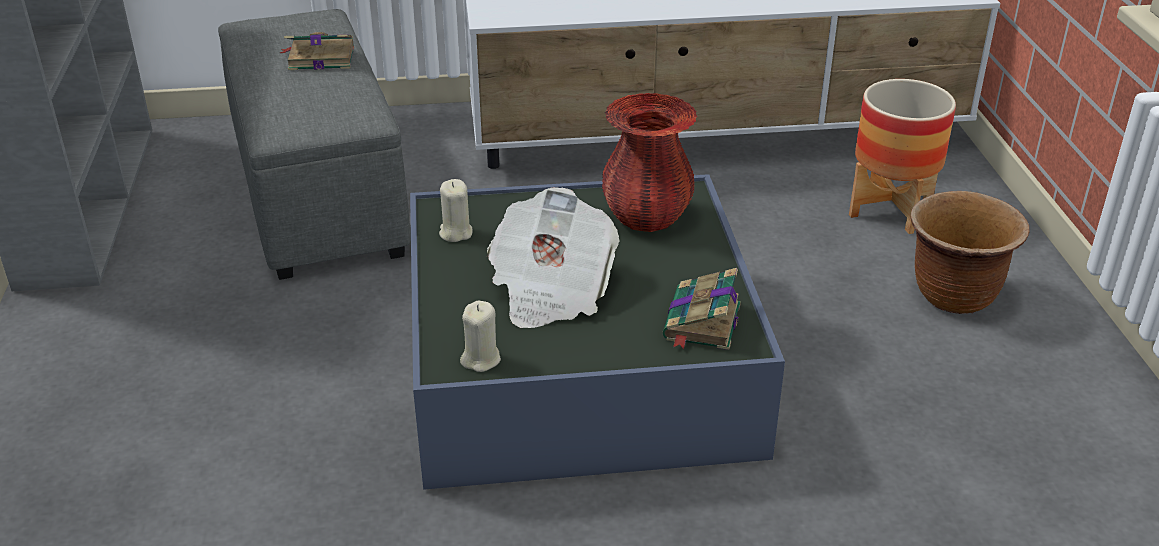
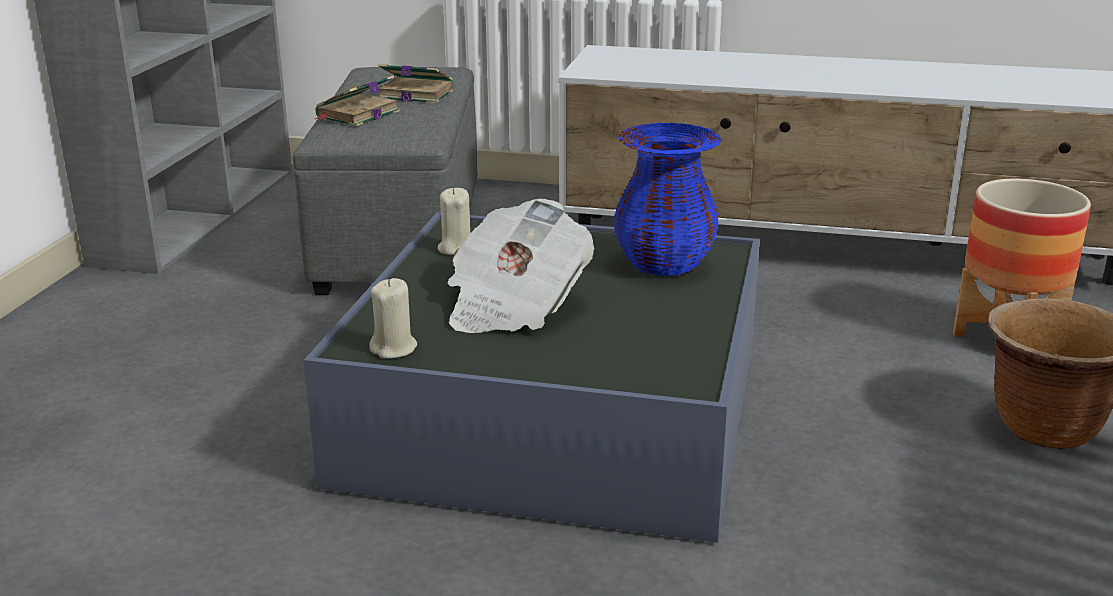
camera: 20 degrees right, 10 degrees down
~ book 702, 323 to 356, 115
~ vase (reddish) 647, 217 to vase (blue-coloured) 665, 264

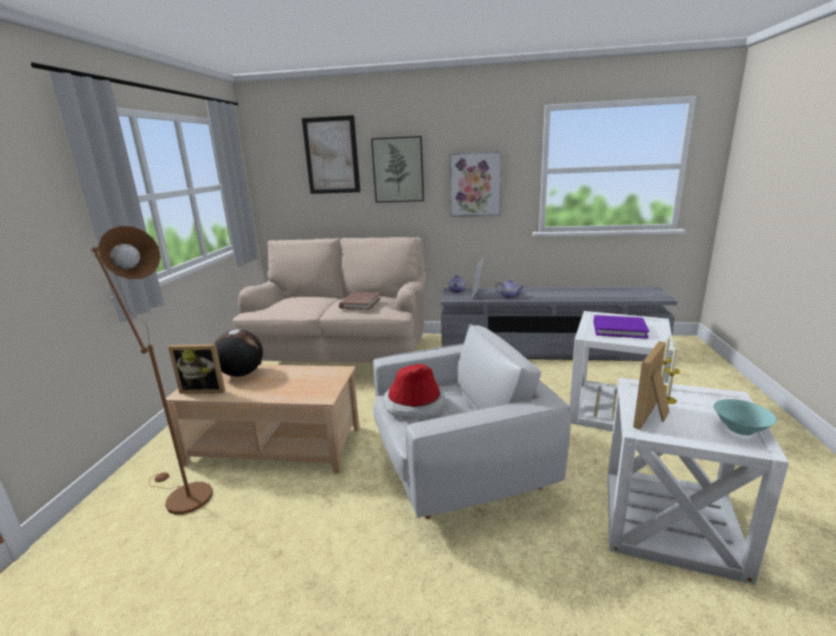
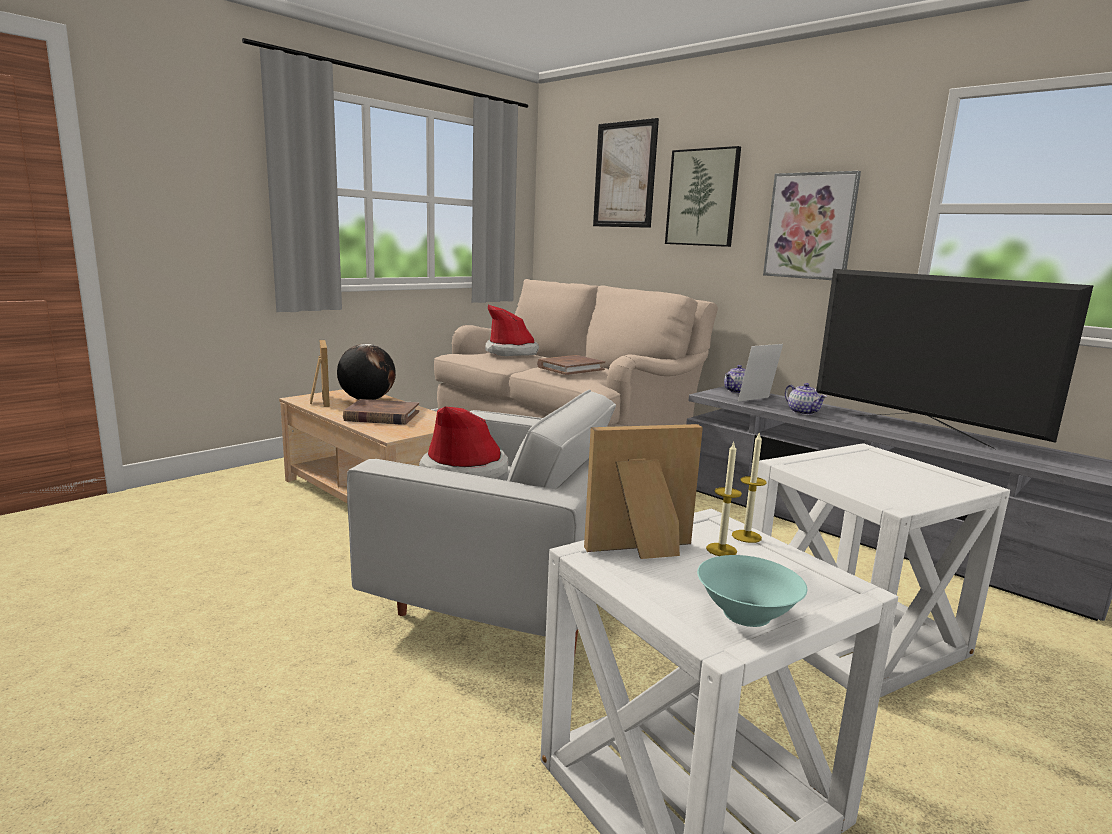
camera: 35 degrees right, 5 degrees down
~ picture frame 205, 389 = 319, 401 150 degrees counterclockwise
+ book (brown-coloured) 382, 416
+ clothing hat 512, 352
+ television 918, 431
- standing lamp (brown-coloured) 183, 496
- book (purplish) 619, 329

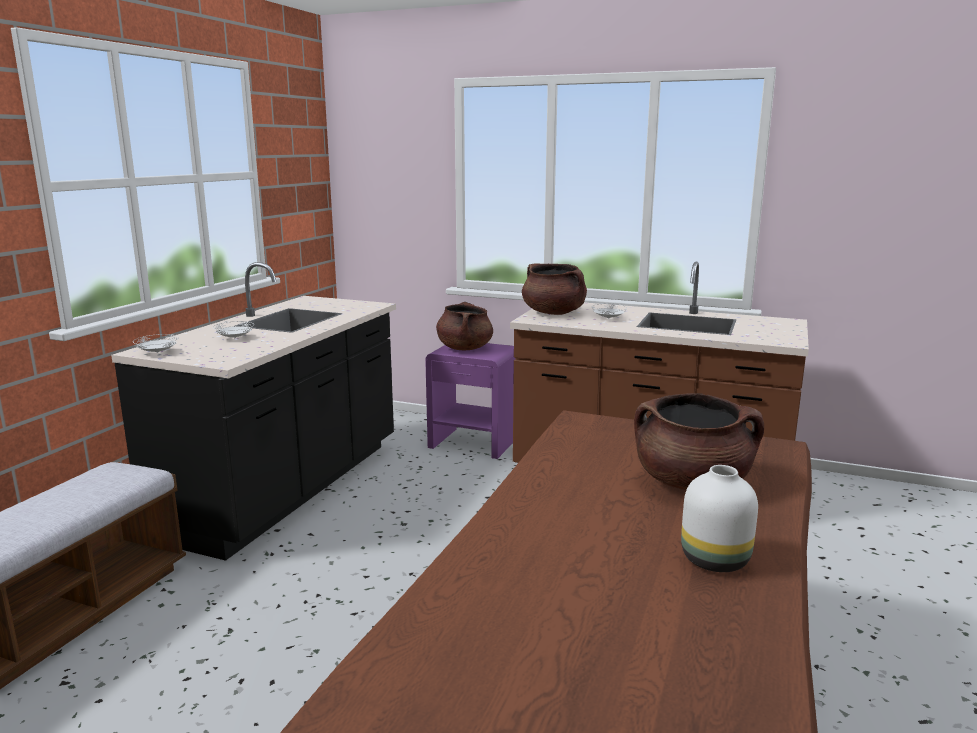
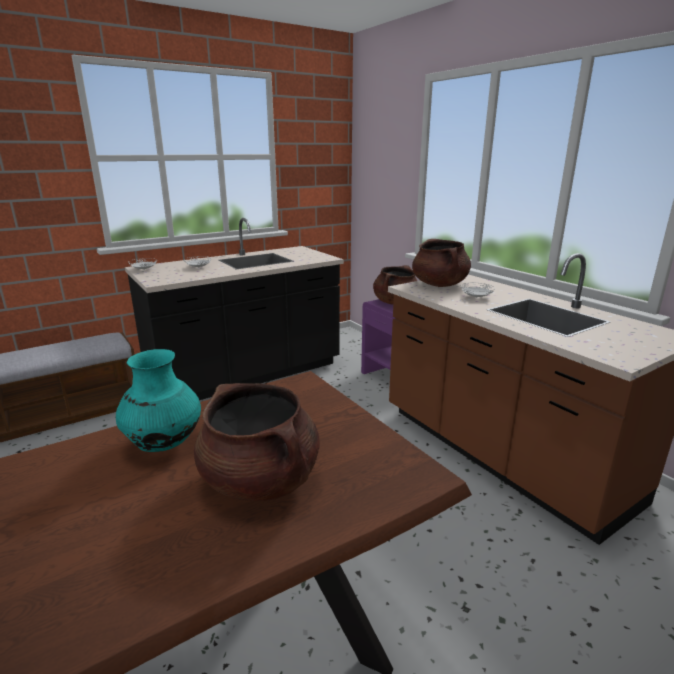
camera: 35 degrees right, 5 degrees up
+ vase (blue-green) 164, 443
- vase (whitish) 713, 560

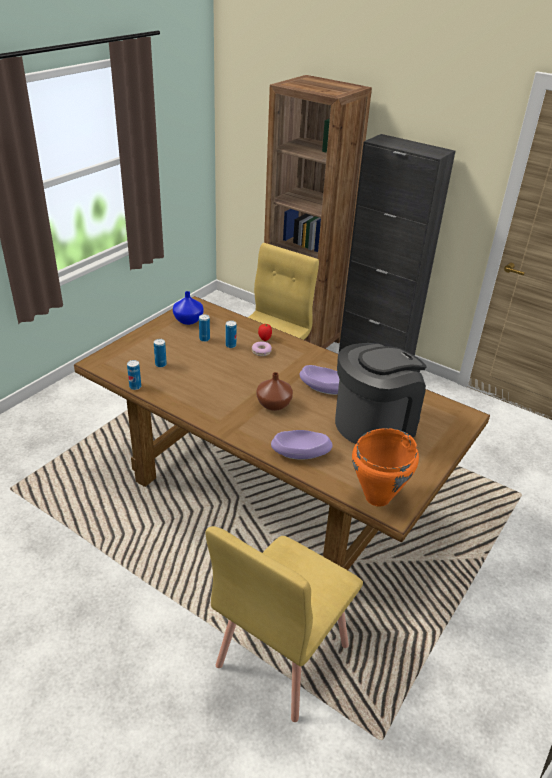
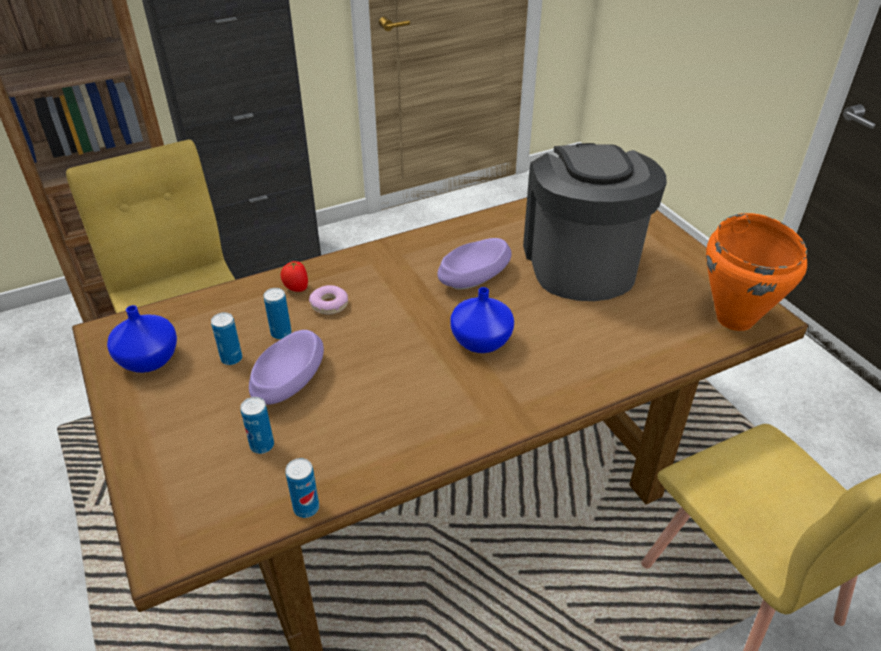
camera: 60 degrees left, 5 degrees up
~ serving bowl (purplish) 300, 453 to 289, 382
~ vase (brown-coloured) 274, 404 to vase (blue-coloured) 481, 340

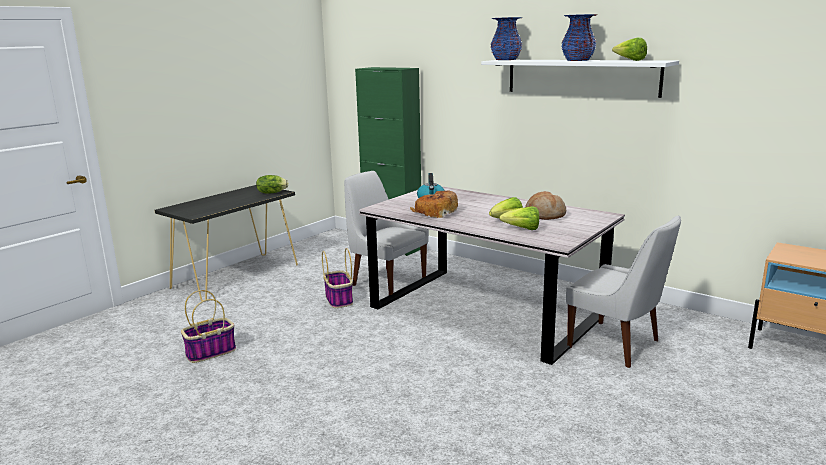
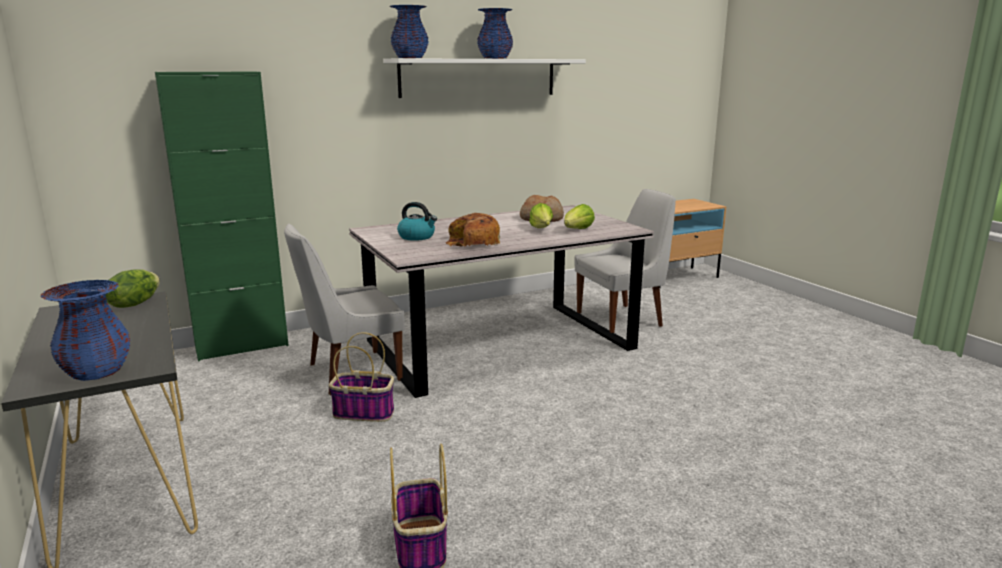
camera: 65 degrees left, 0 degrees up
+ vase (blue-coloured) 97, 372
- head of lettuce 629, 60

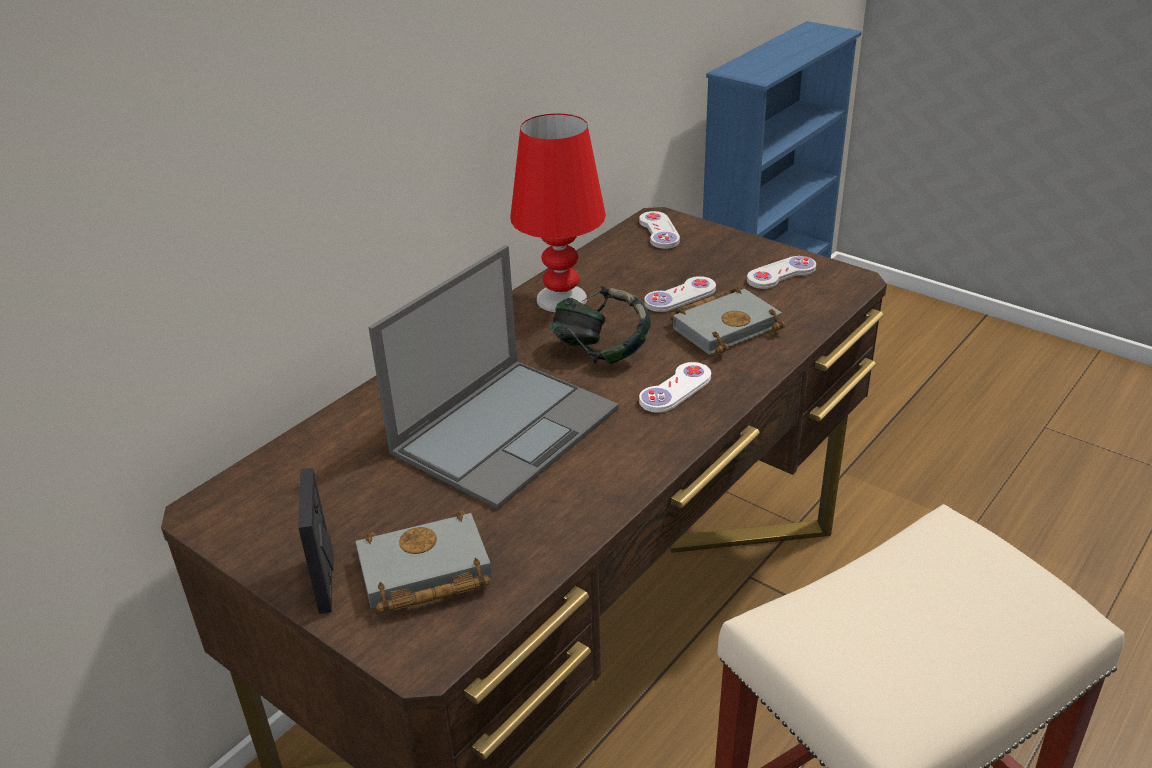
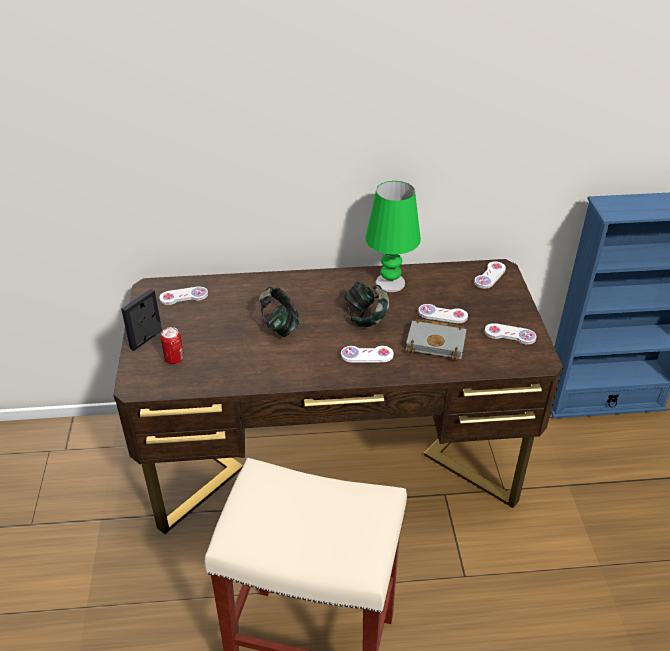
camera: 45 degrees right, 5 degrees up
+ joypad (whitish) 184, 297
~ book (gray) 422, 574 to metal can 174, 359
~ portable computer 507, 429 to headset 280, 326
~ lamp for a table (reddish) 562, 299 to lamp for a table (green) 390, 283

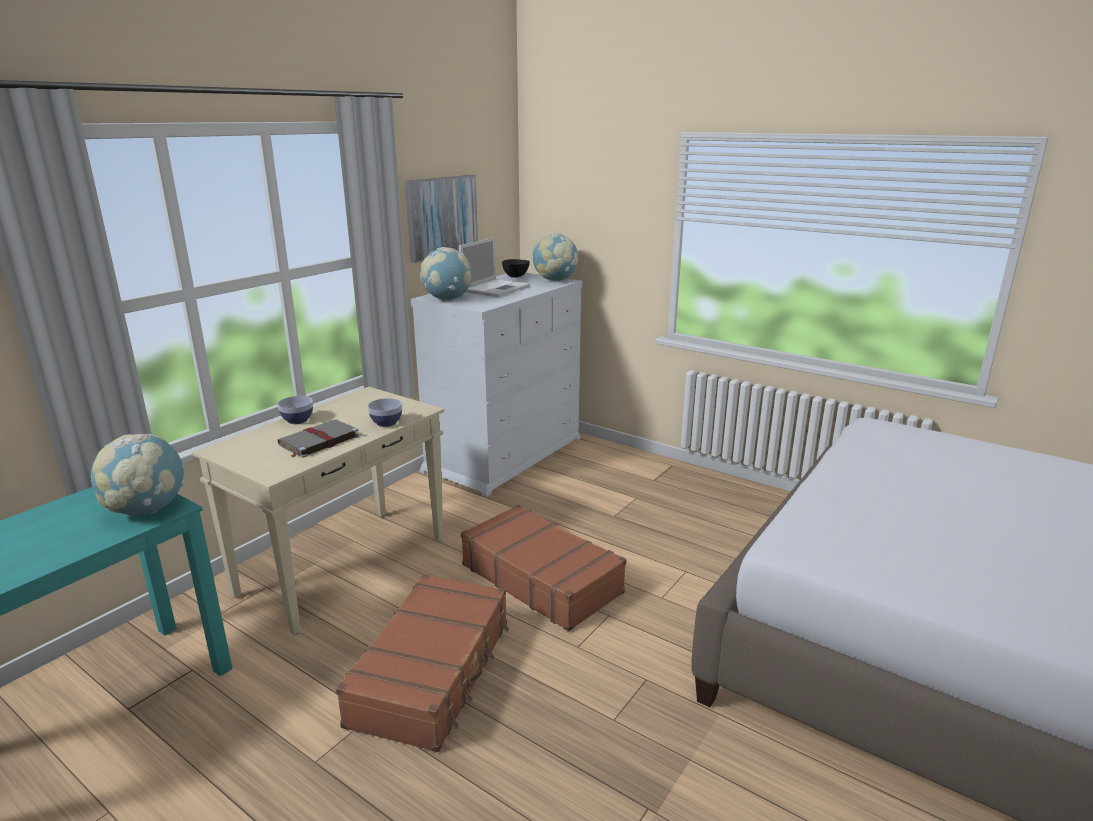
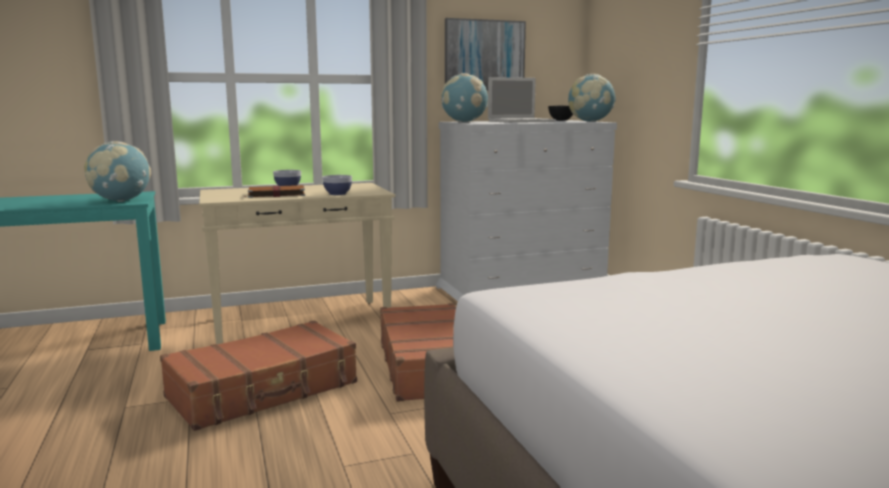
camera: 35 degrees right, 10 degrees down
~ book (gray) 318, 441 to book (brown-coloured) 275, 194

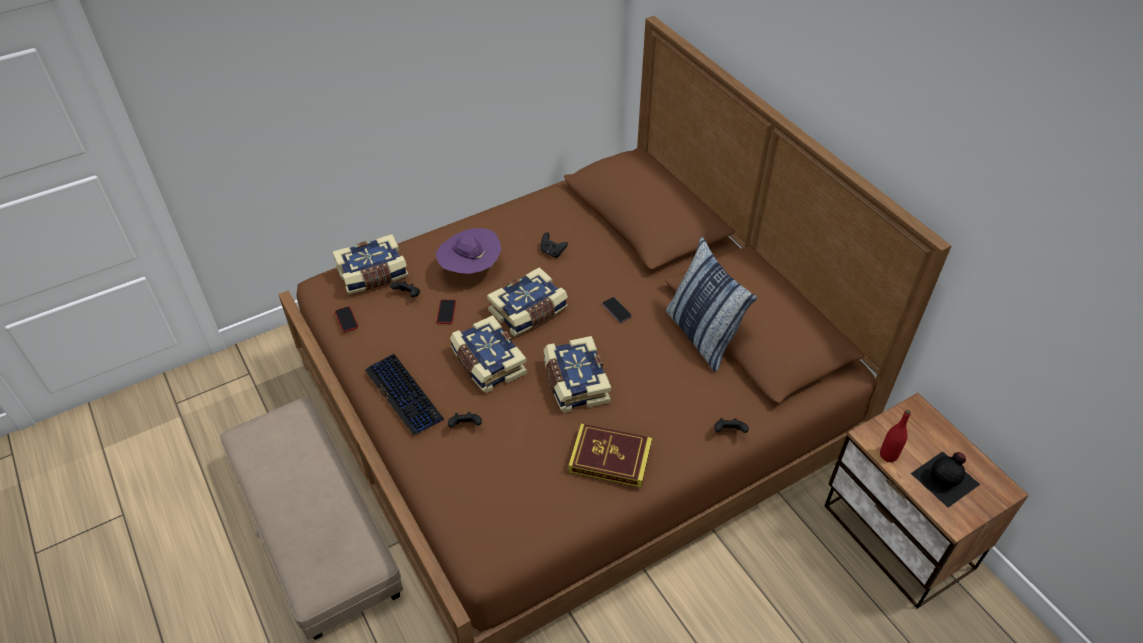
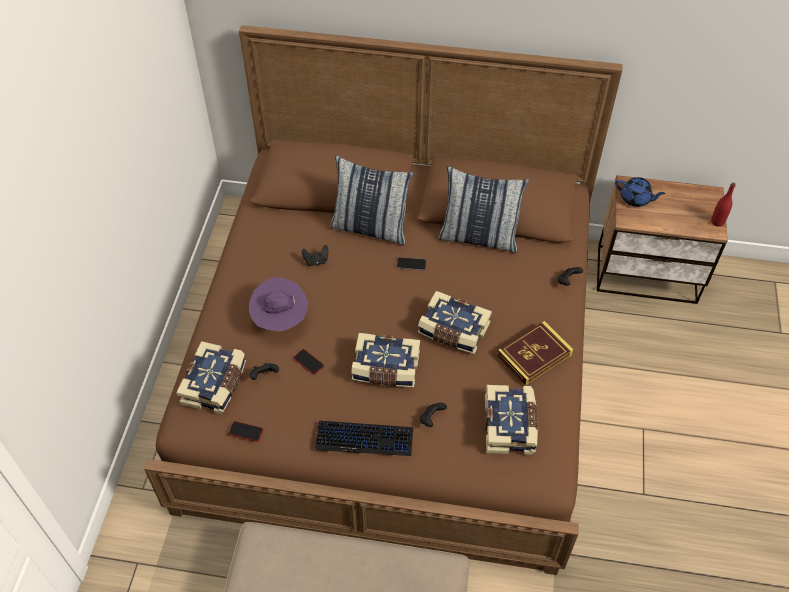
camera: 50 degrees left, 5 degrees up
+ pillow 370, 228
~ book 529, 312 to 510, 426
+ teapot (blue-coloured) 635, 199
~ drink bottle (reddish) 888, 455 to 717, 222
- drink bottle (black) 946, 479

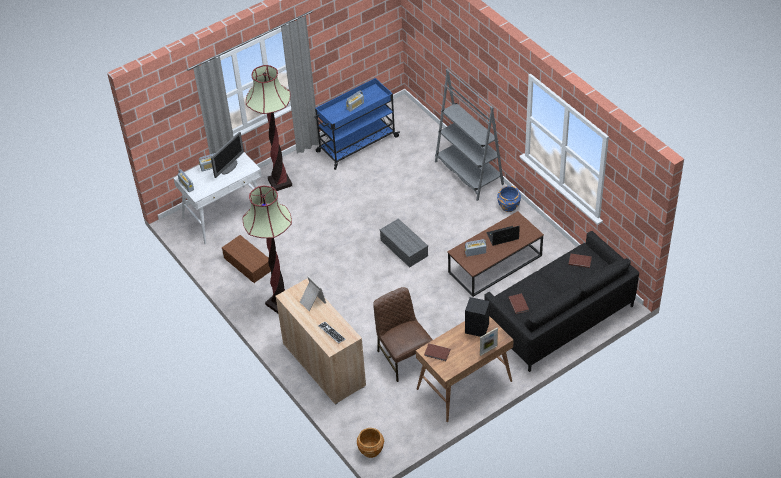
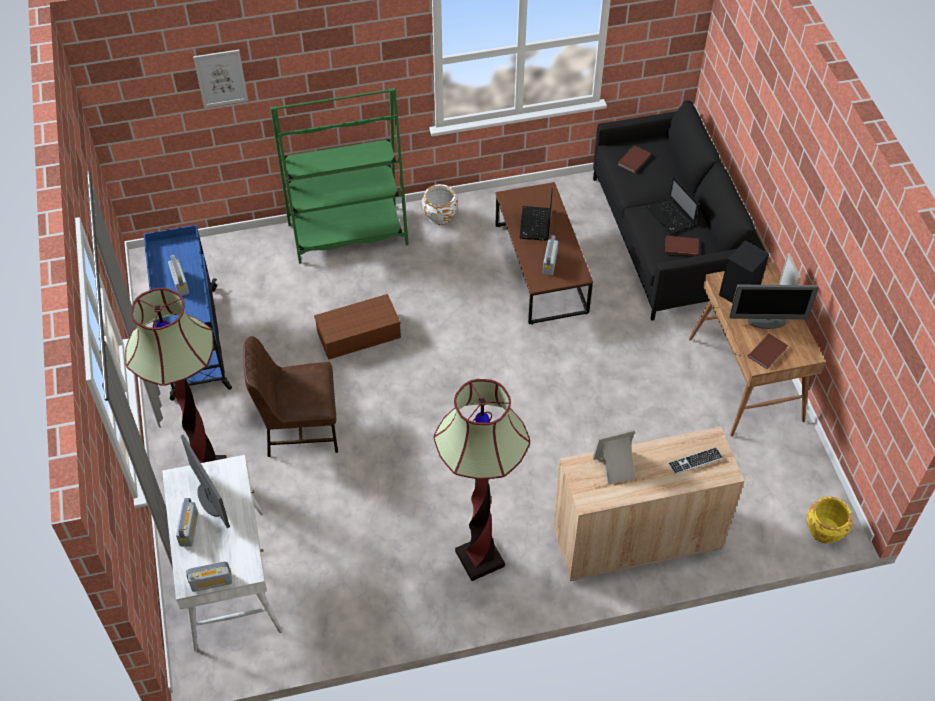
camera: 70 degrees left, 5 degrees up
+ wall art 221, 78
~ plain chair (brown-coloured) 403, 357 to 299, 429
~ bookcase (gray) 469, 173 to bookcase (green) 348, 234
~ storage bin (brown-coloured) 247, 264 to 358, 335
~ plant pot (blue-coloured) 508, 206 to plant pot (whitish) 439, 216
+ portable computer 671, 217
+ computer screen 767, 321
~ plant pot (brown-coloured) 371, 450 to plant pot (yellow) 824, 530
- storage bin (gray) 405, 248

